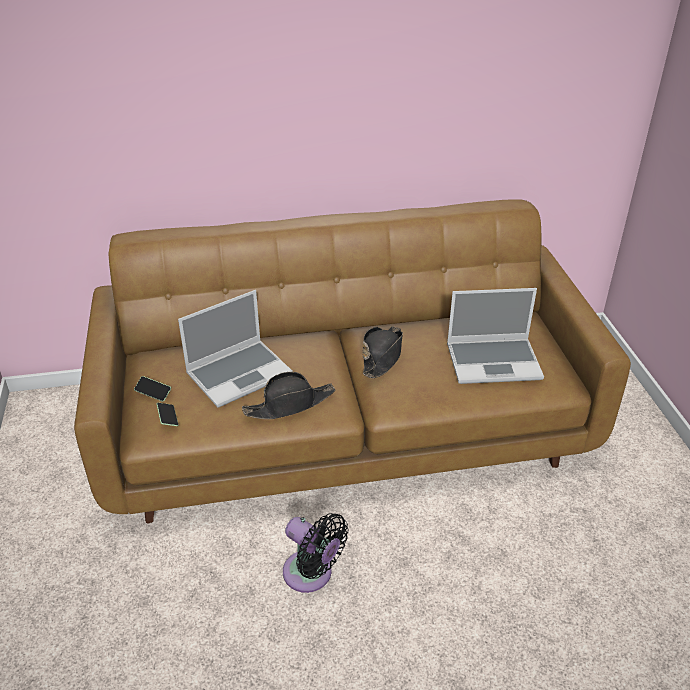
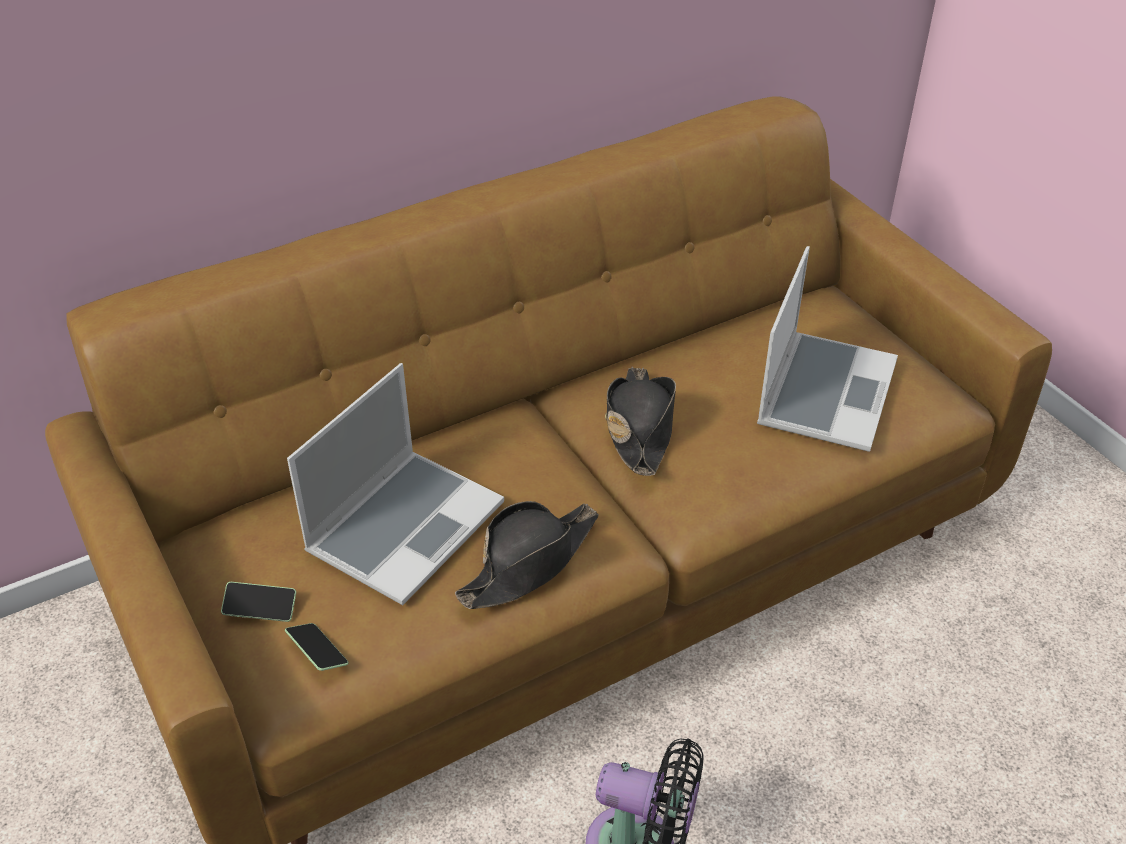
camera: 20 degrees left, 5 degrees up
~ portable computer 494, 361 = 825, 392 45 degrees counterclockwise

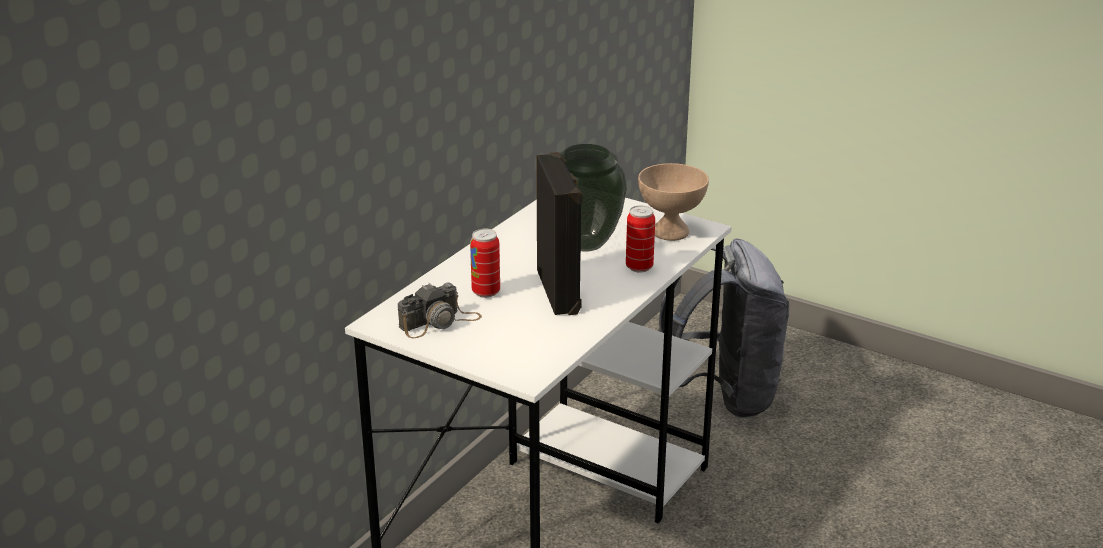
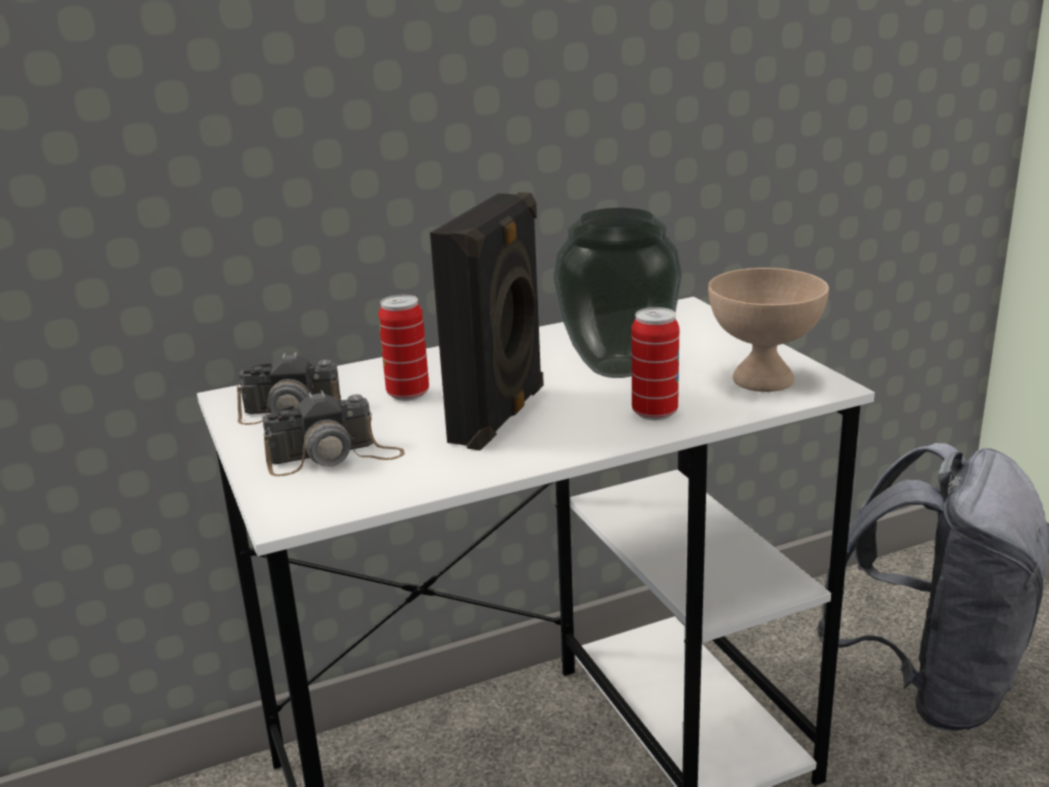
camera: 35 degrees right, 5 degrees down
+ photo camera 335, 456

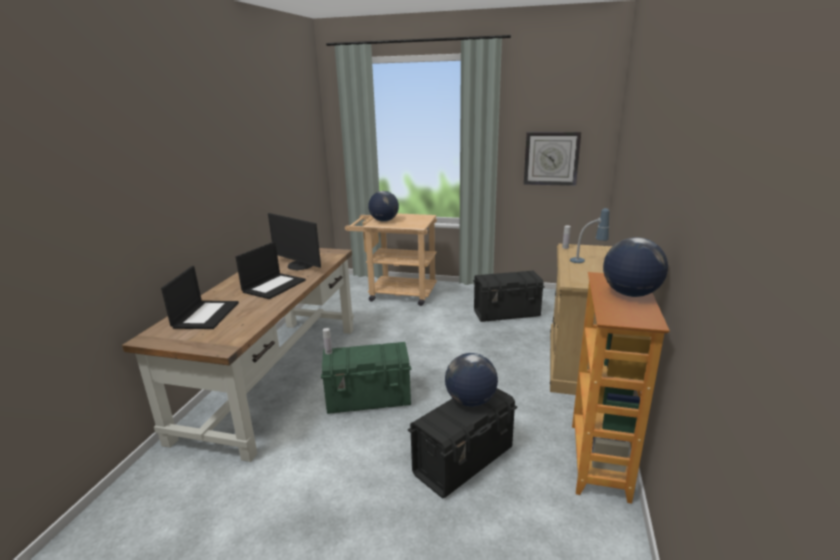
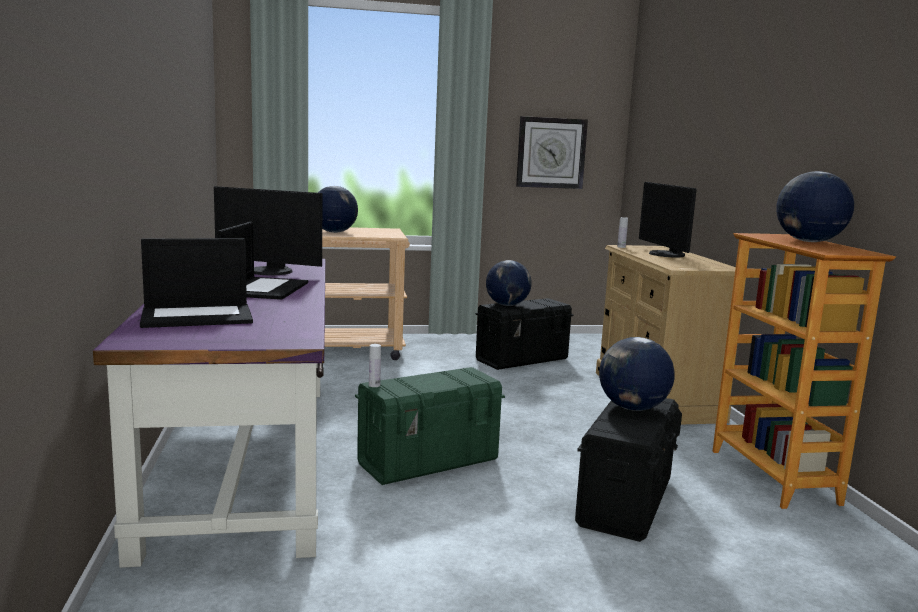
camera: 25 degrees left, 10 degrees down
~ desk table (brown-coloured) 275, 376 to desk table (purplish) 245, 456
~ portable computer 206, 314 = 198, 316 90 degrees clockwise
+ globe 507, 305
~ lamp for a table 587, 261 to computer screen 665, 254

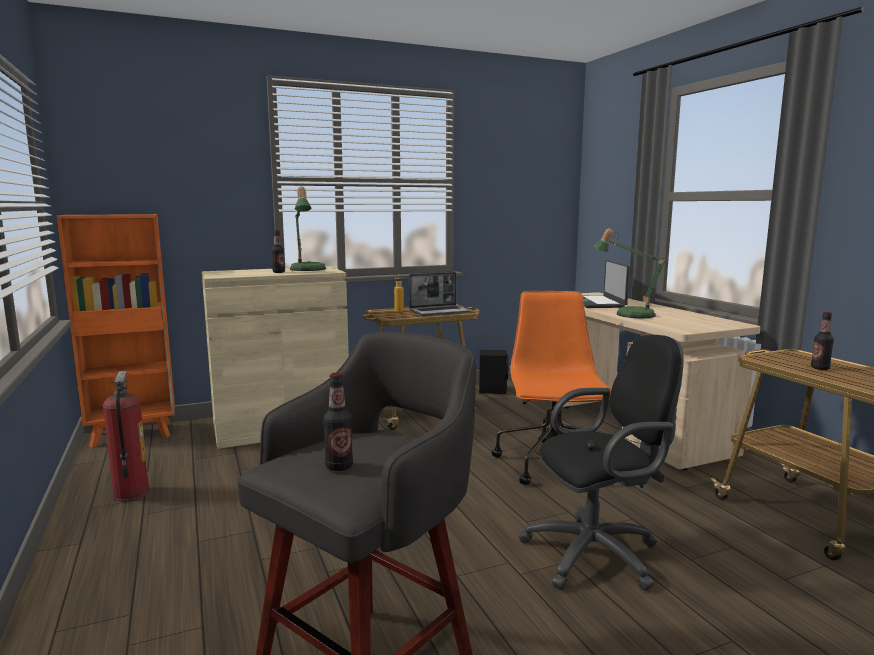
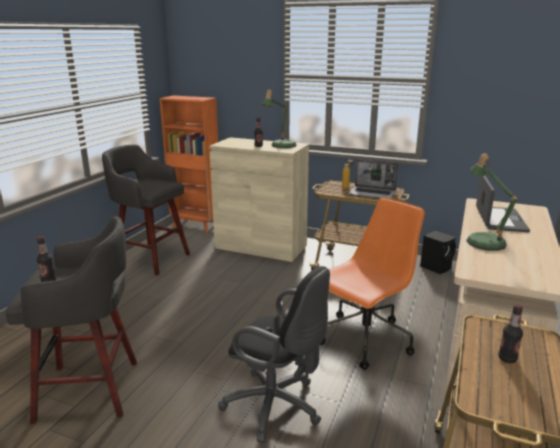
camera: 45 degrees right, 10 degrees up
~ fire-fighting cylinder 131, 493 to sitting stool (gray) 151, 258
~ portable computer 597, 302 = 499, 219 150 degrees clockwise

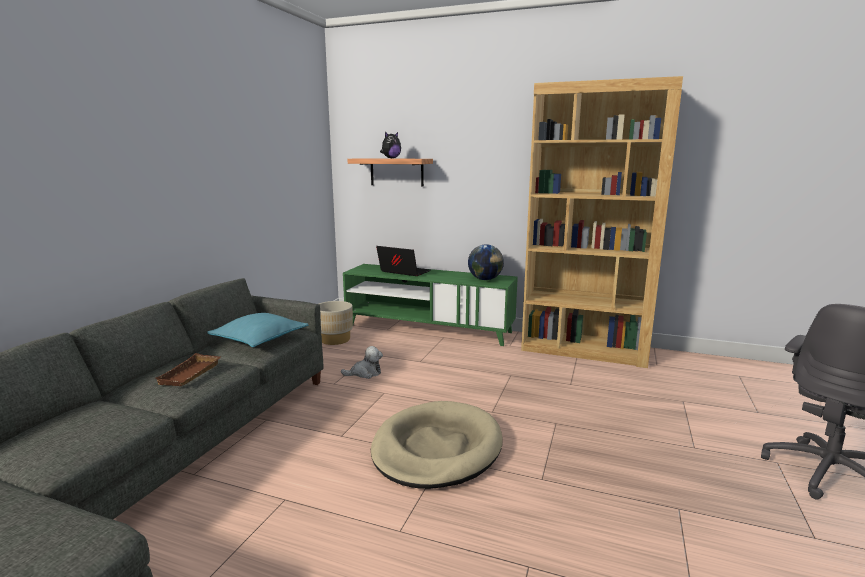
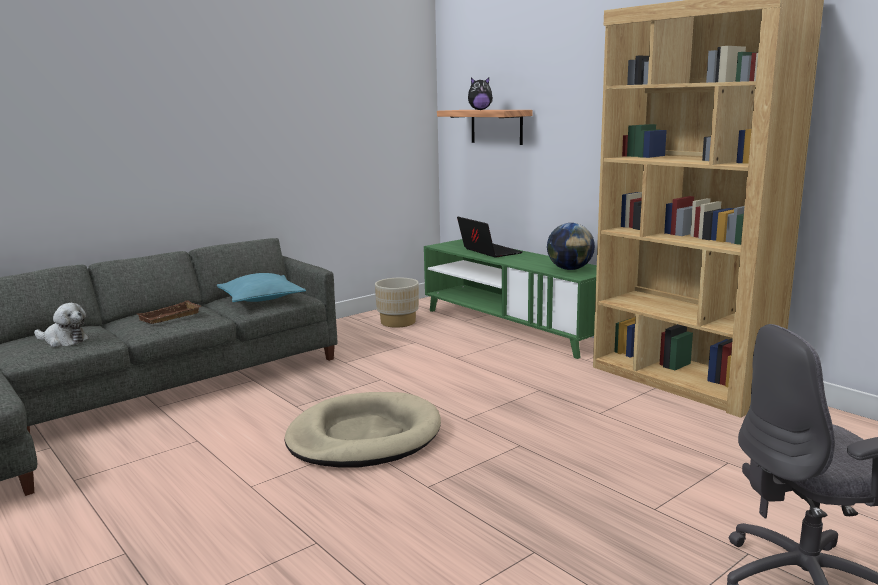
camera: 30 degrees right, 0 degrees up
~ cuddly toy 365, 373 to 63, 340

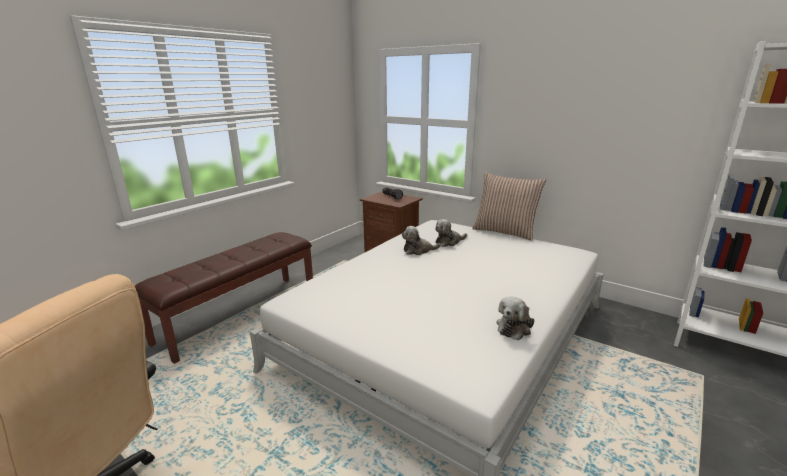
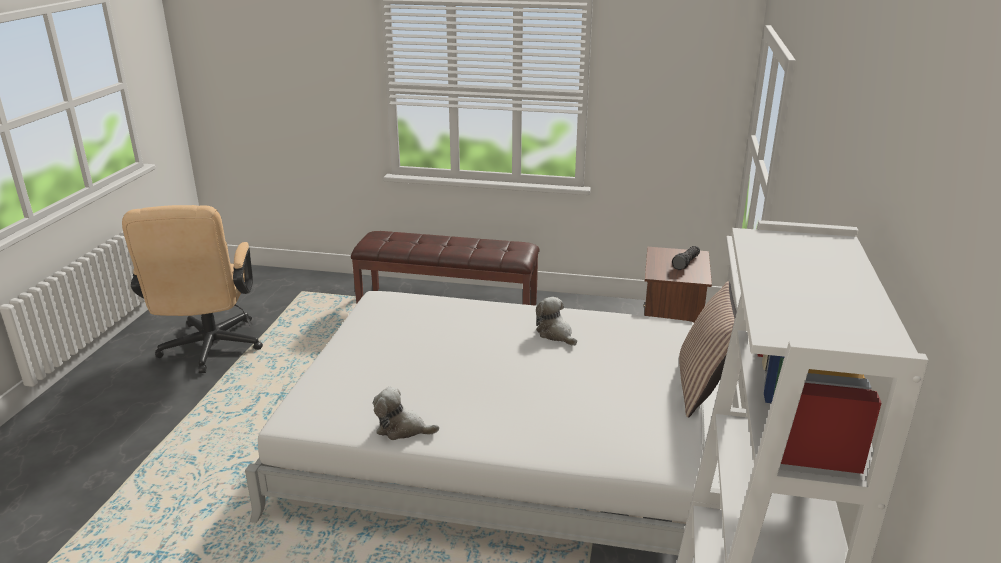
camera: 65 degrees right, 5 degrees up
- cuddly toy 449, 242

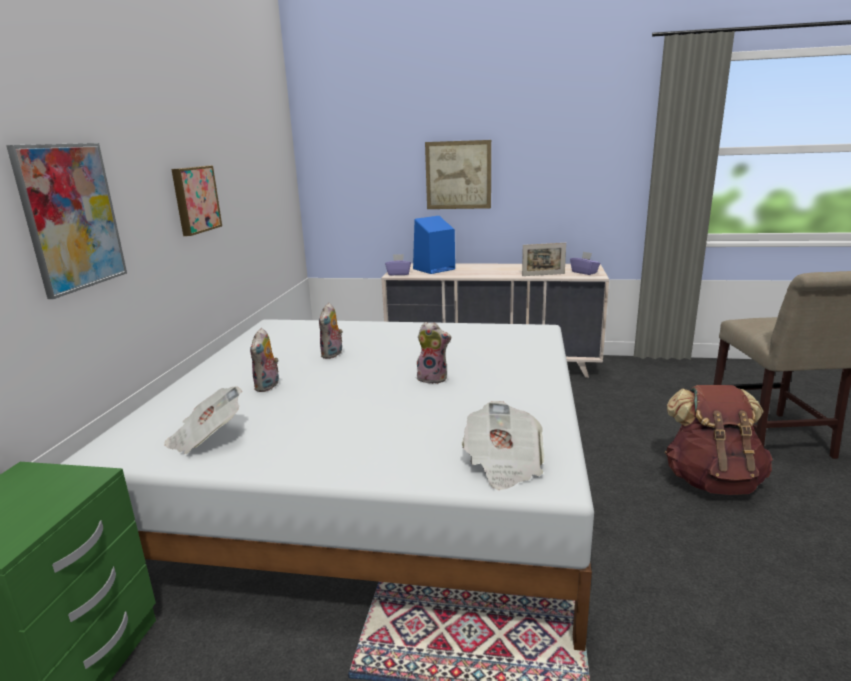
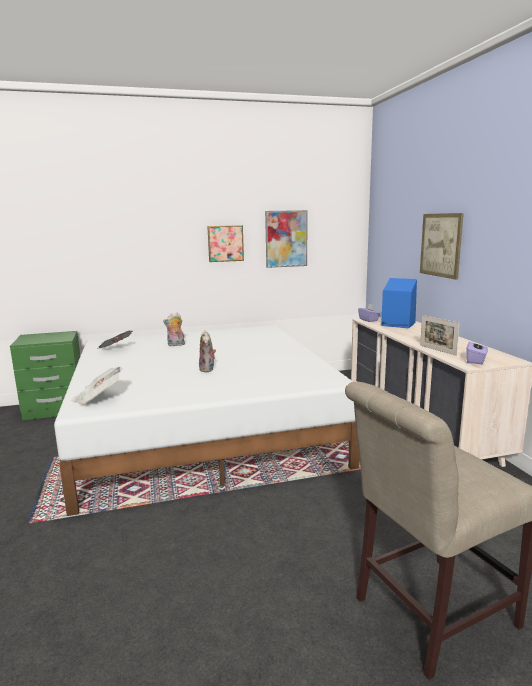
camera: 65 degrees right, 5 degrees down
~ wall art 71, 217 to 286, 239
- cuddly toy 333, 355
- backpack (brown-coloured) 712, 480

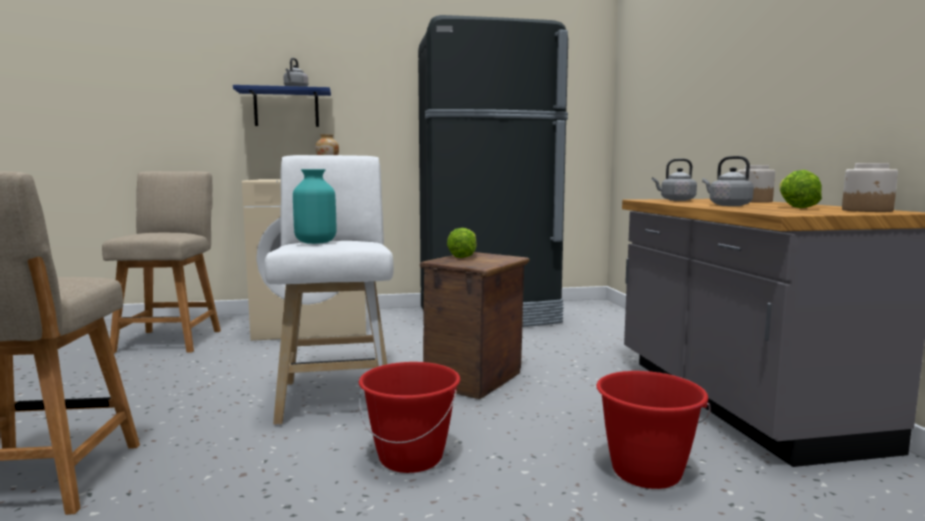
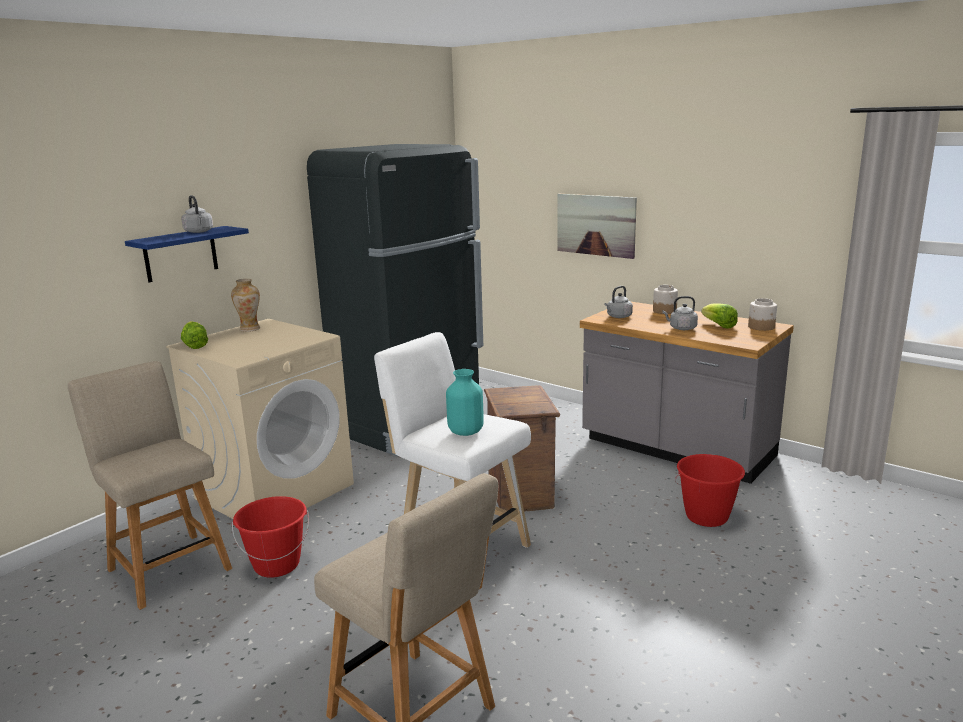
camera: 40 degrees left, 10 degrees up
~ head of lettuce 464, 256 to 195, 345
~ bucket (reddish) 411, 458 to 277, 565
+ wall art 596, 225

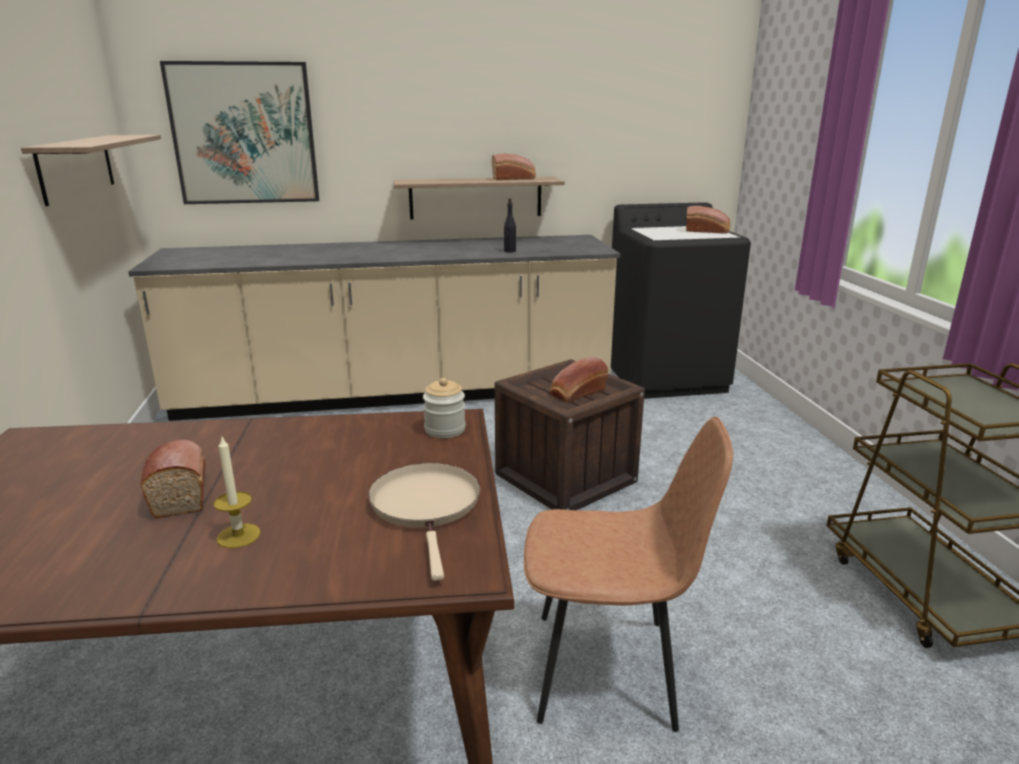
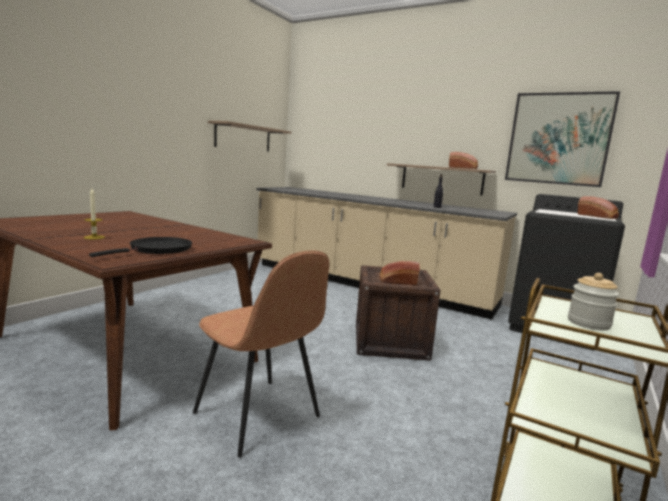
camera: 40 degrees right, 10 degrees down
~ frying pan (beige) 426, 506 to frying pan (black) 157, 250
~ wall art 244, 134 to 558, 139
~ jar 445, 430 to 588, 323
- bread 180, 491

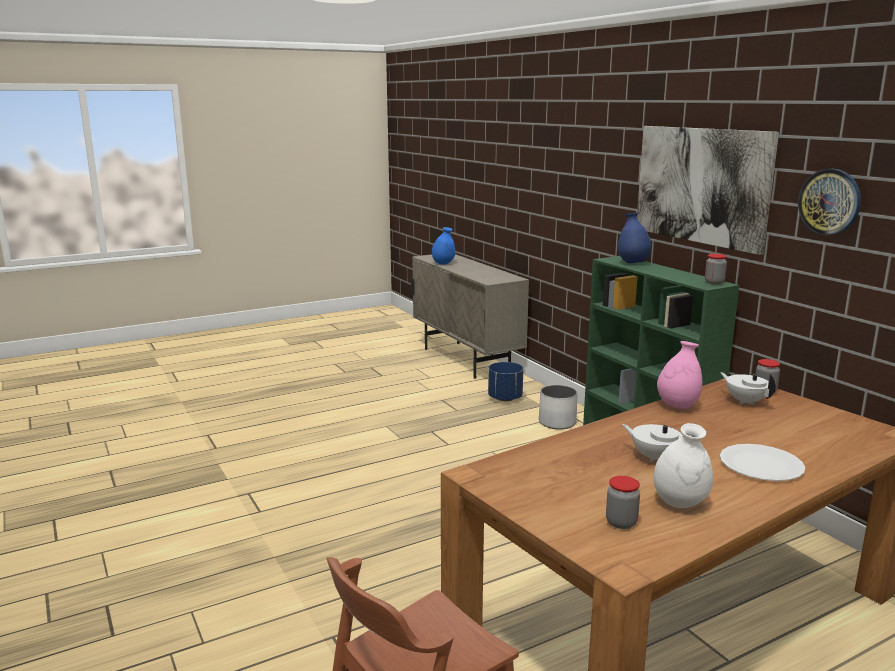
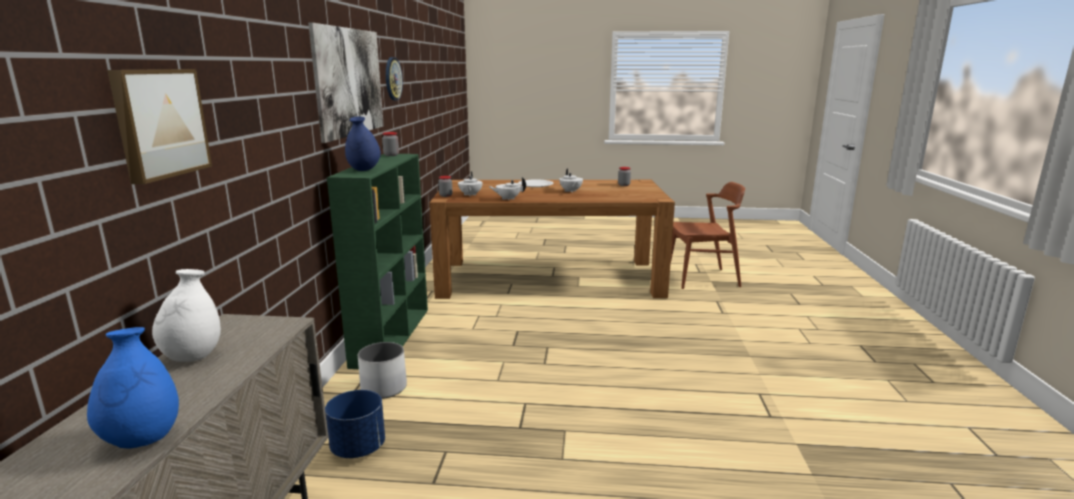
camera: 145 degrees left, 0 degrees up
+ wall art 159, 123
~ vase (whitish) 680, 503 to 193, 357
~ vase (pinkish) 677, 406 to teapot (whitish) 508, 199

